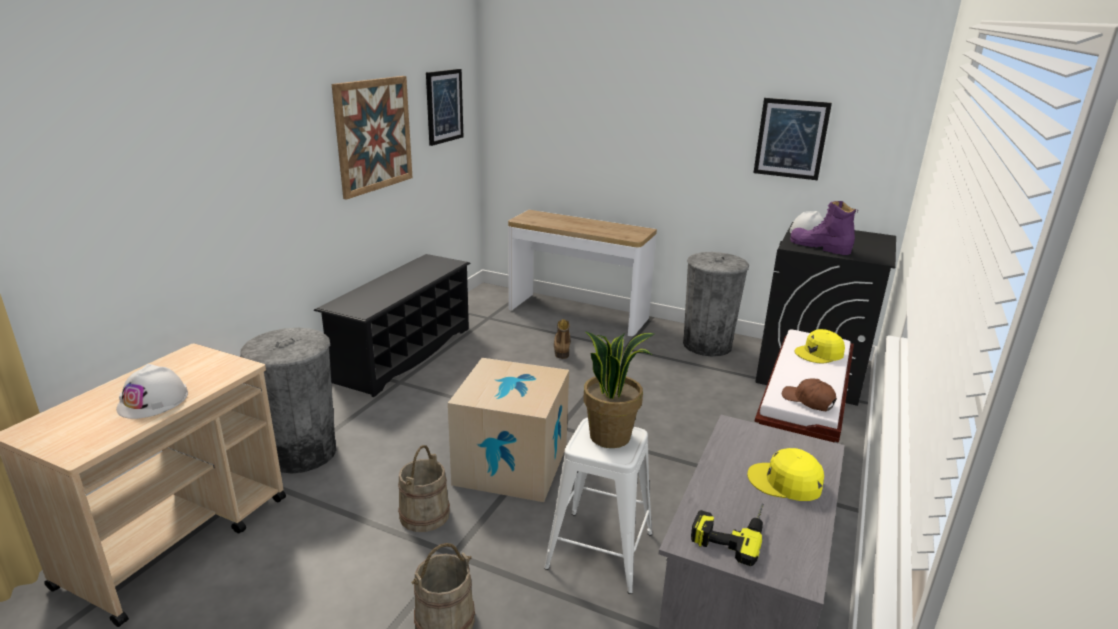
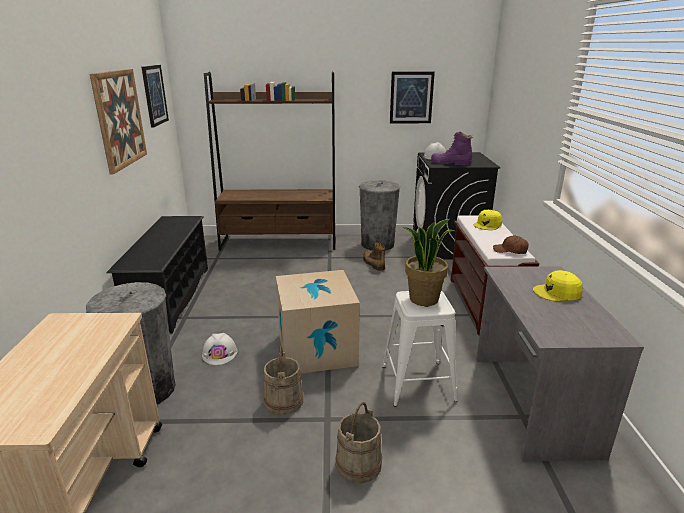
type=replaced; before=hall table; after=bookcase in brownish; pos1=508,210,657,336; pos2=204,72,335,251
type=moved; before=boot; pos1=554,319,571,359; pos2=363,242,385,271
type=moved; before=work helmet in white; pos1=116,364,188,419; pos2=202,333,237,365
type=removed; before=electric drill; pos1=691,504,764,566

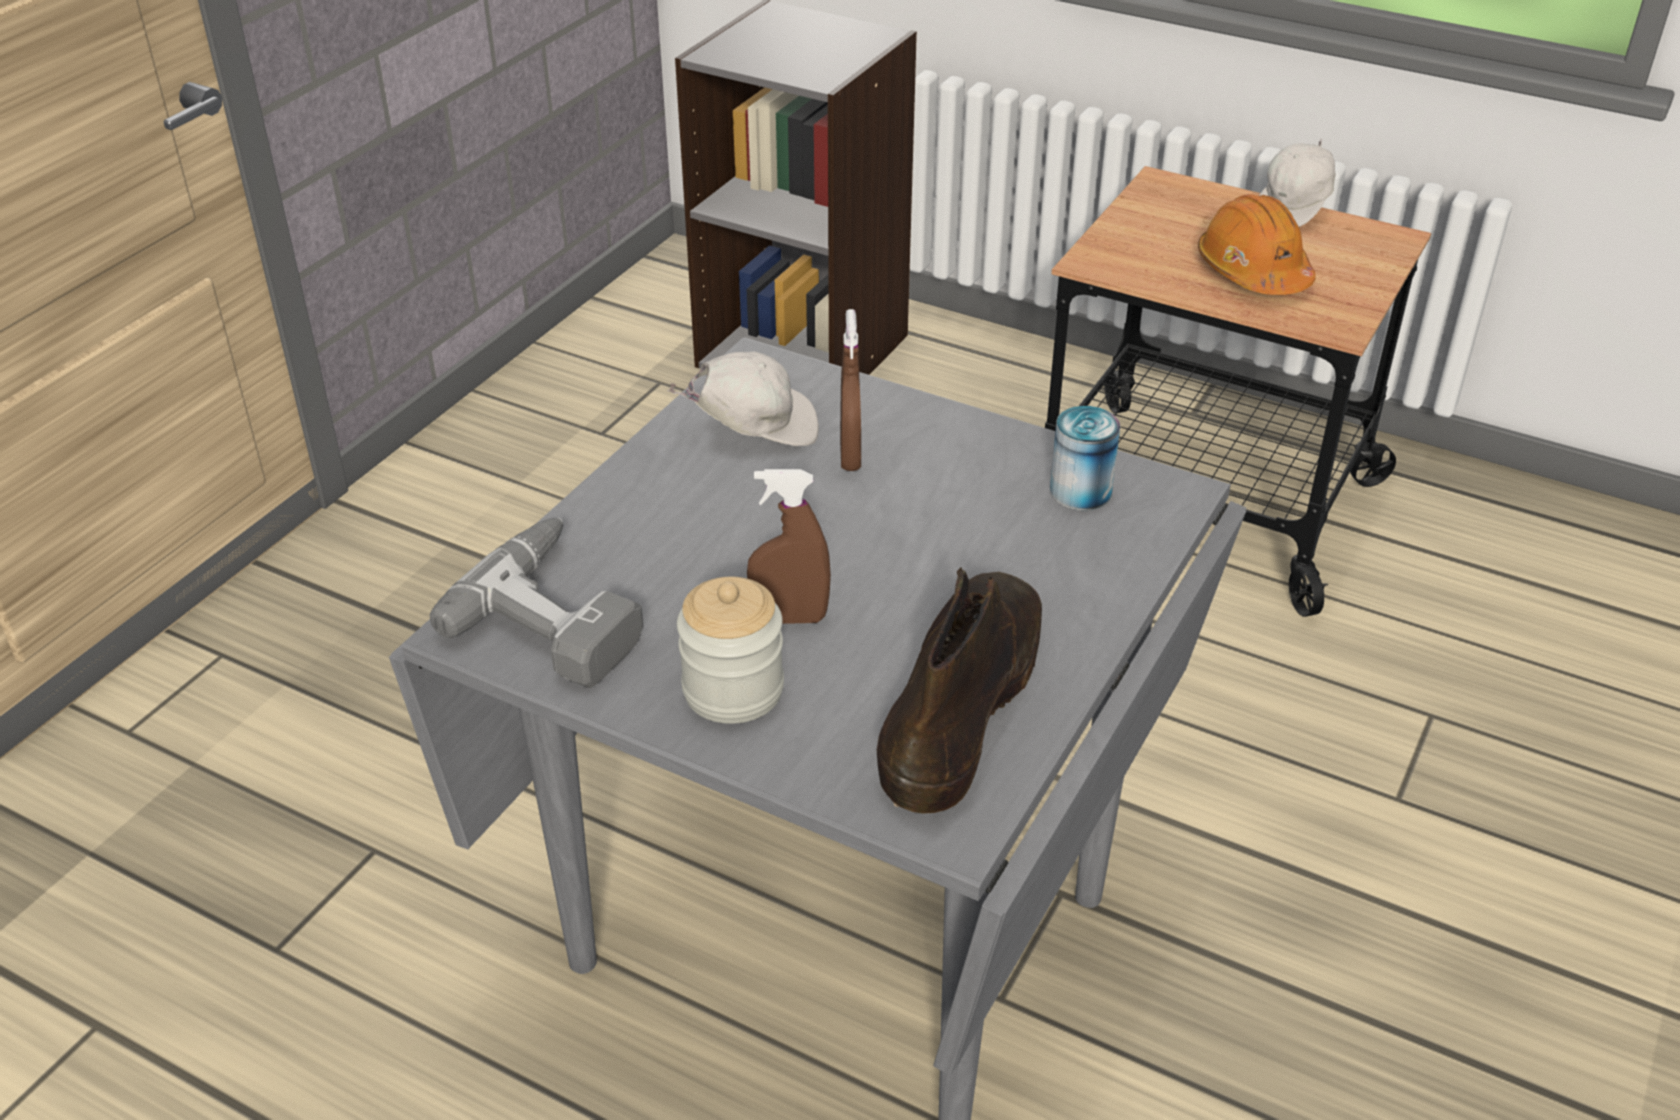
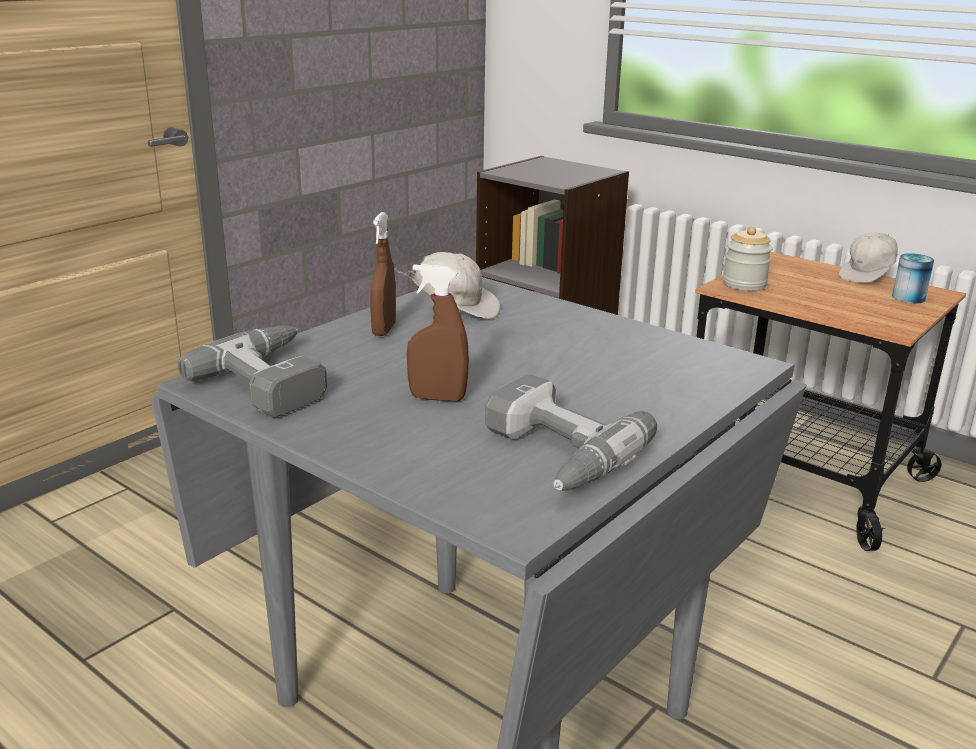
type=removed; before=work helmet in orangey; pos1=1198,194,1316,295
type=moved; before=hand sprayer in brownish; pos1=840,309,861,471; pos2=370,212,396,336
type=moved; before=can; pos1=1050,406,1120,510; pos2=892,253,934,303
type=replaced; before=boot in brownish; after=electric drill; pos1=877,567,1042,814; pos2=485,374,657,491
type=moved; before=preserve jar; pos1=677,577,784,724; pos2=723,226,773,291

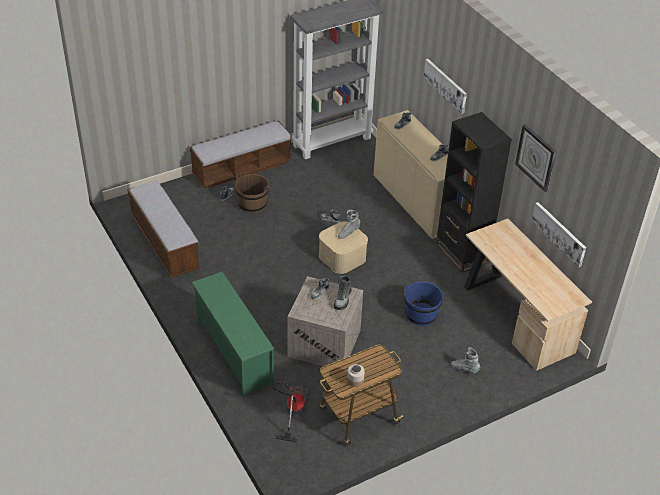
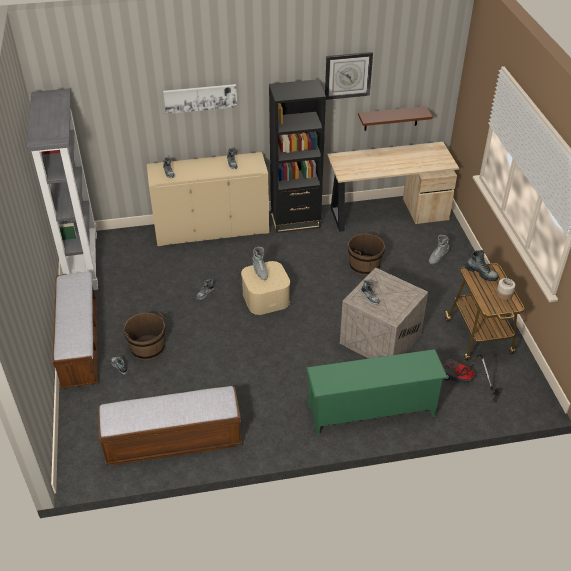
type=replaced; before=picture; after=wall shelf in brownish; pos1=532,202,586,267; pos2=358,106,433,131
type=moved; before=boot; pos1=334,275,352,310; pos2=464,250,499,281
type=recoloured; before=pail in bluish; after=pail in brownish; pos1=405,282,444,326; pos2=348,230,385,276

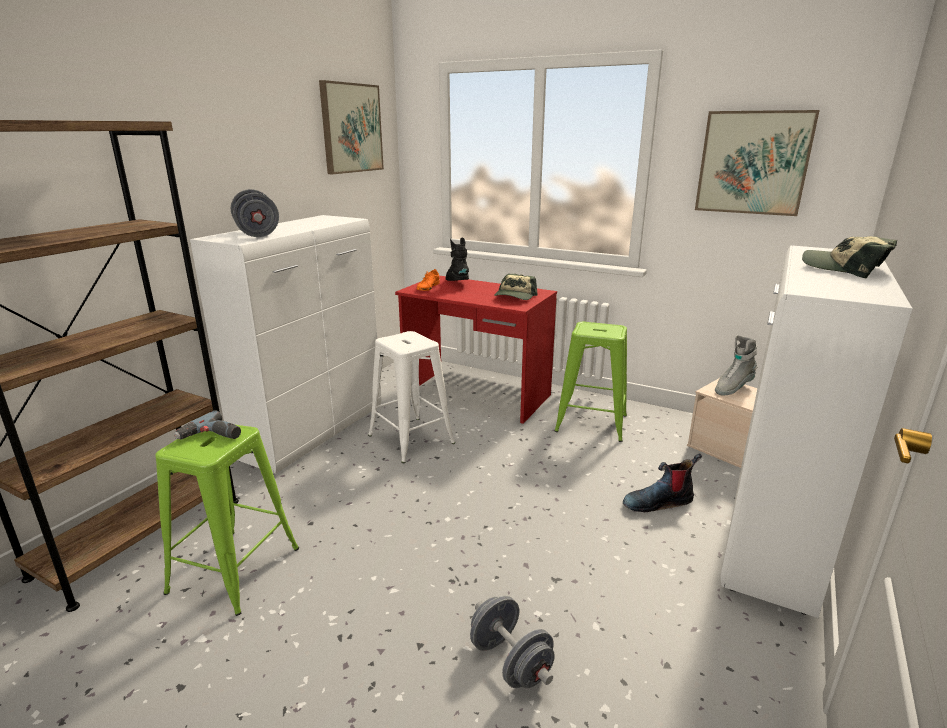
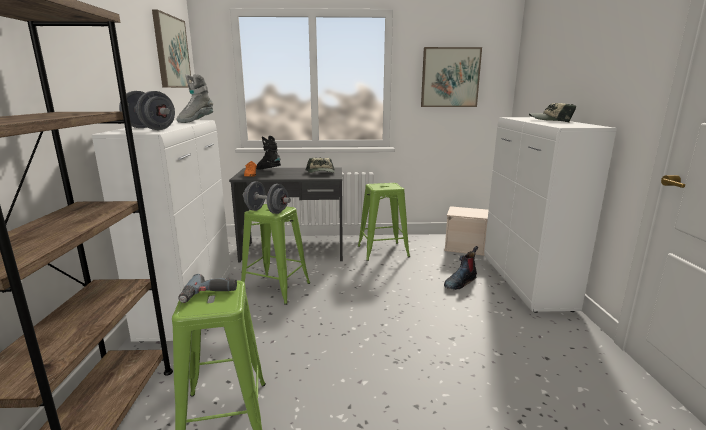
type=recoloured; before=desk in reddish; after=desk in greyish; pos1=395,276,557,424; pos2=229,167,343,263
type=recoloured; before=sitting stool in white; after=sitting stool in greenish; pos1=368,331,455,463; pos2=241,204,310,305
type=moved; before=boot in greyish; pos1=715,335,757,395; pos2=177,74,213,123
type=moved; before=dumbbell in greyish; pos1=470,596,555,688; pos2=243,181,291,214

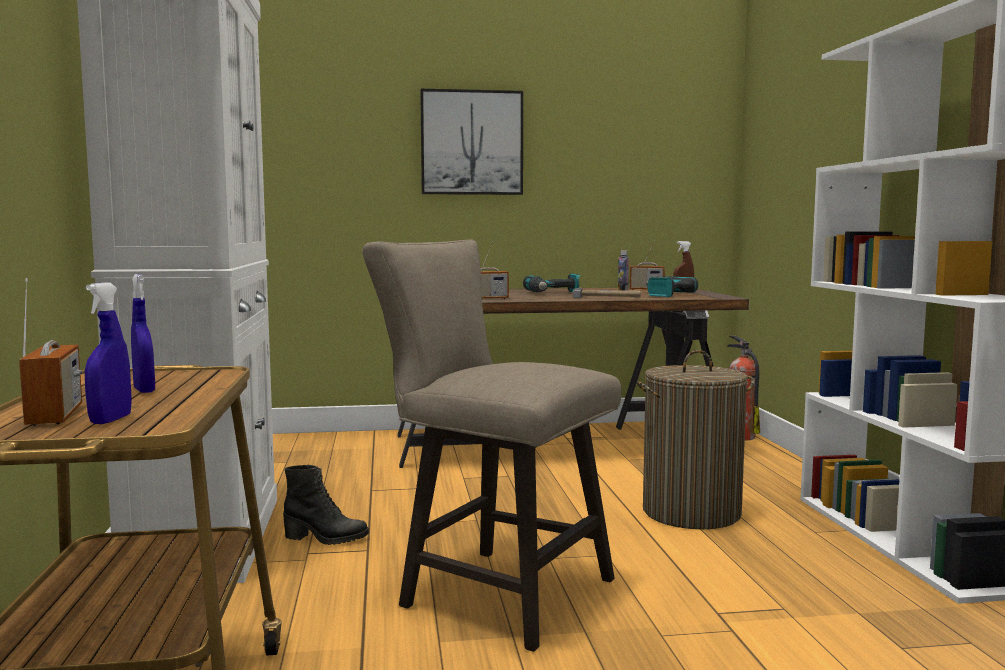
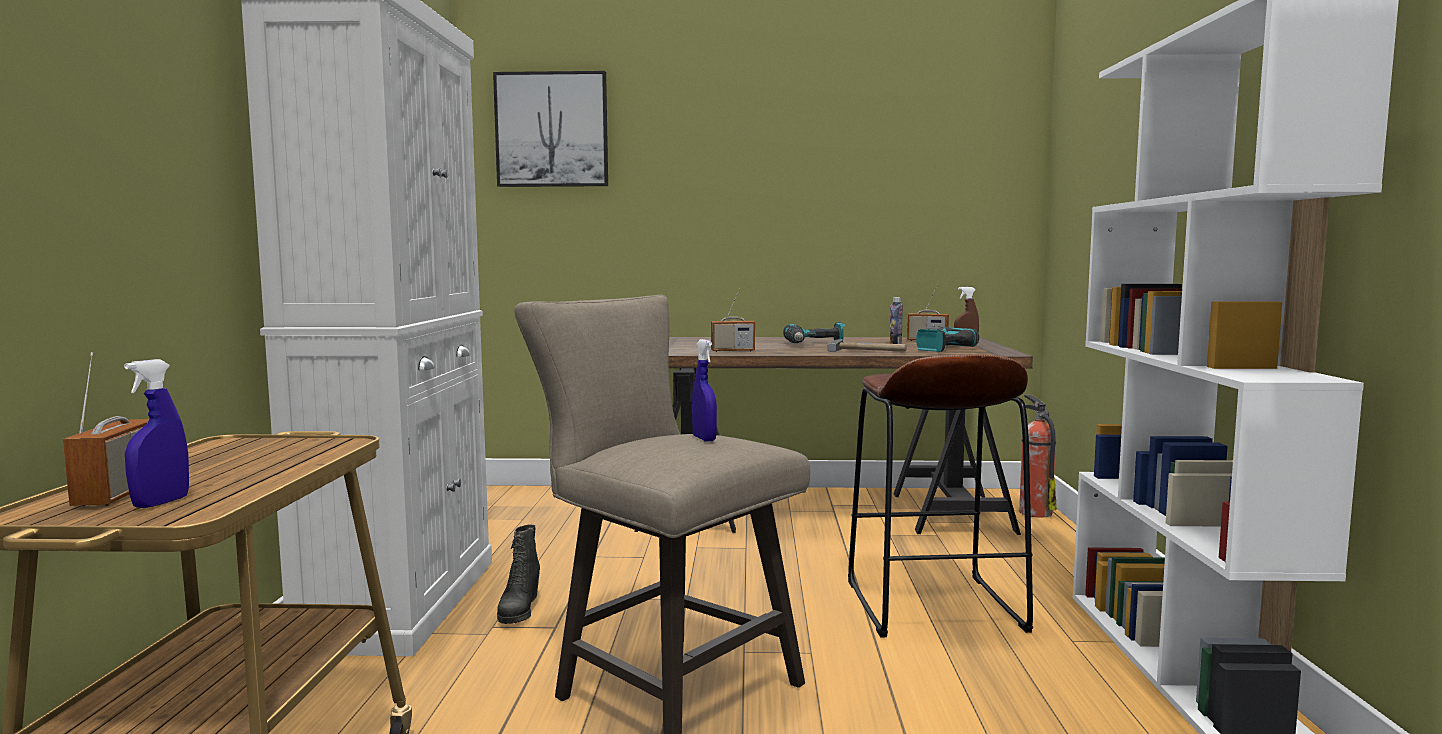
type=moved; before=picture; pos1=420,89,523,195; pos2=493,71,608,187
type=moved; before=hand sprayer in bluish; pos1=131,274,155,393; pos2=692,339,717,441
type=replaced; before=laundry basket; after=sitting stool in brownish; pos1=637,350,754,529; pos2=848,355,1033,638
type=turned; before=boot in black; pos1=283,465,369,545; pos2=497,525,540,624; turn=75

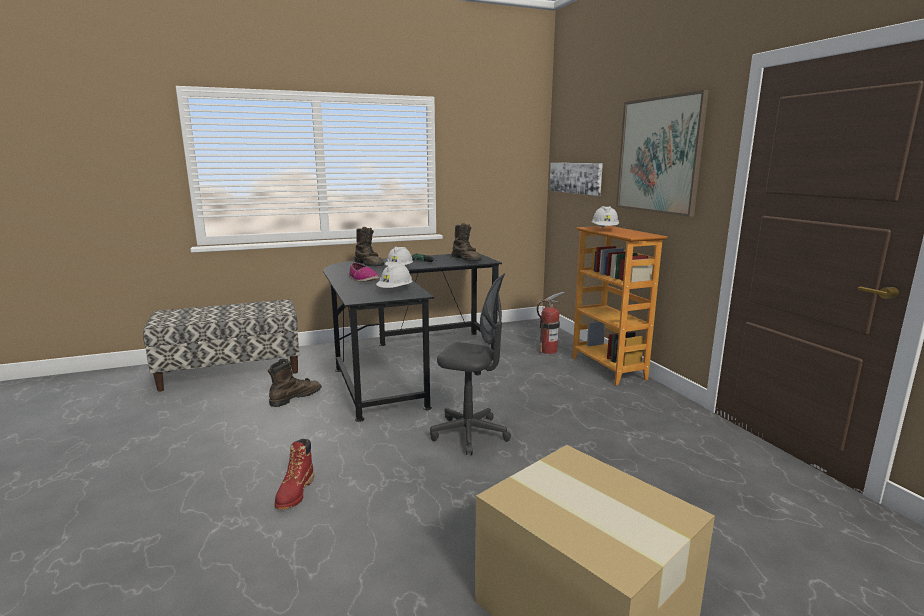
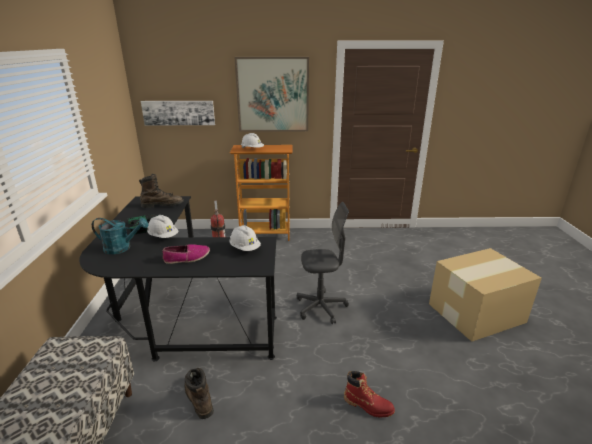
type=replaced; before=boot in brownish; after=watering pot in turquoise; pos1=354,227,384,266; pos2=92,218,148,254
type=turned; before=office chair in greyish; pos1=430,273,511,455; pos2=297,202,349,324; turn=45

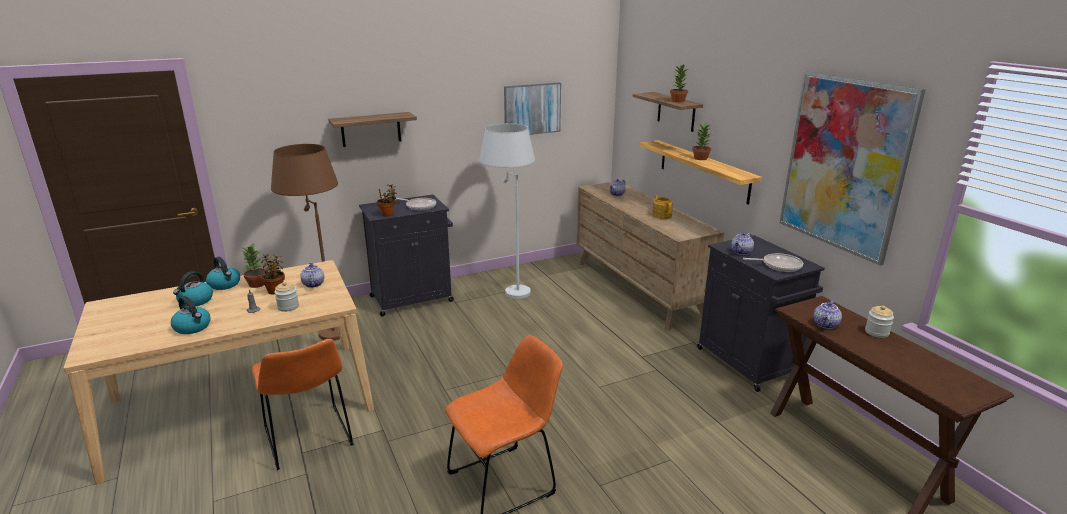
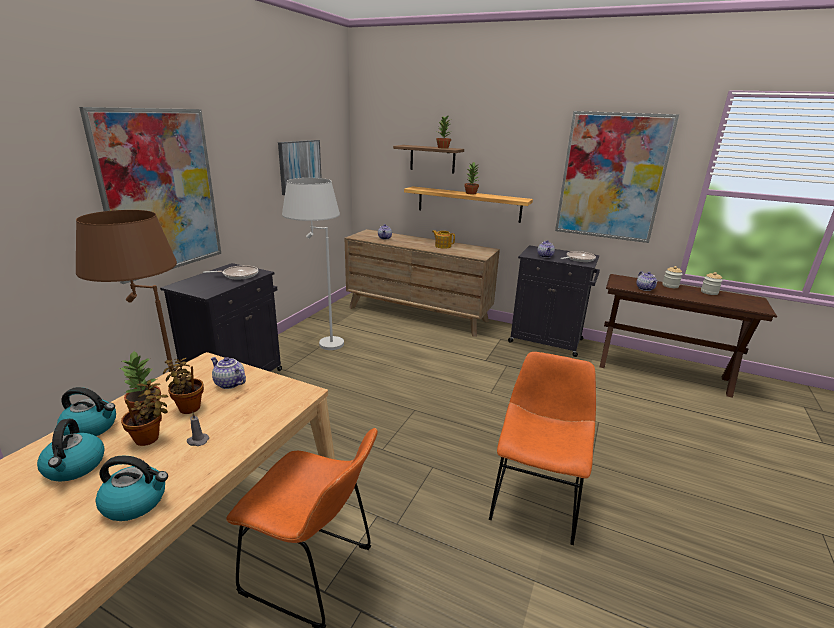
type=replaced; before=wall shelf; after=picture; pos1=328,112,417,147; pos2=79,107,221,284
type=moved; before=plant in a pot; pos1=377,184,397,217; pos2=121,380,169,446
type=moved; before=preserve jar; pos1=274,282,299,312; pos2=701,272,723,295

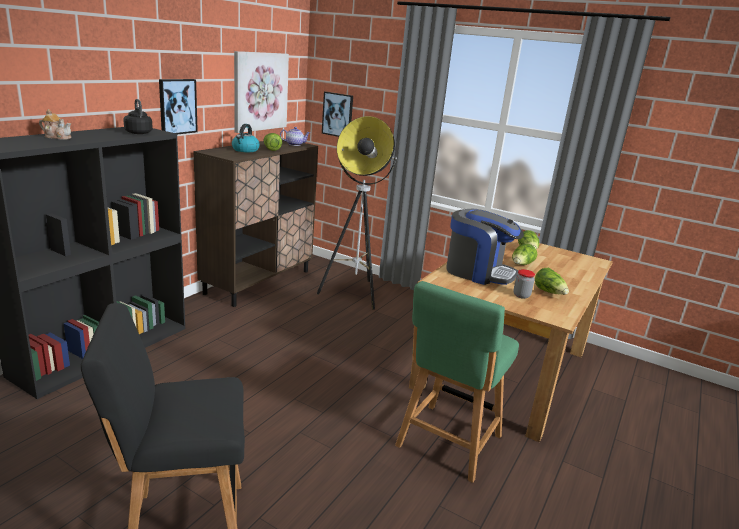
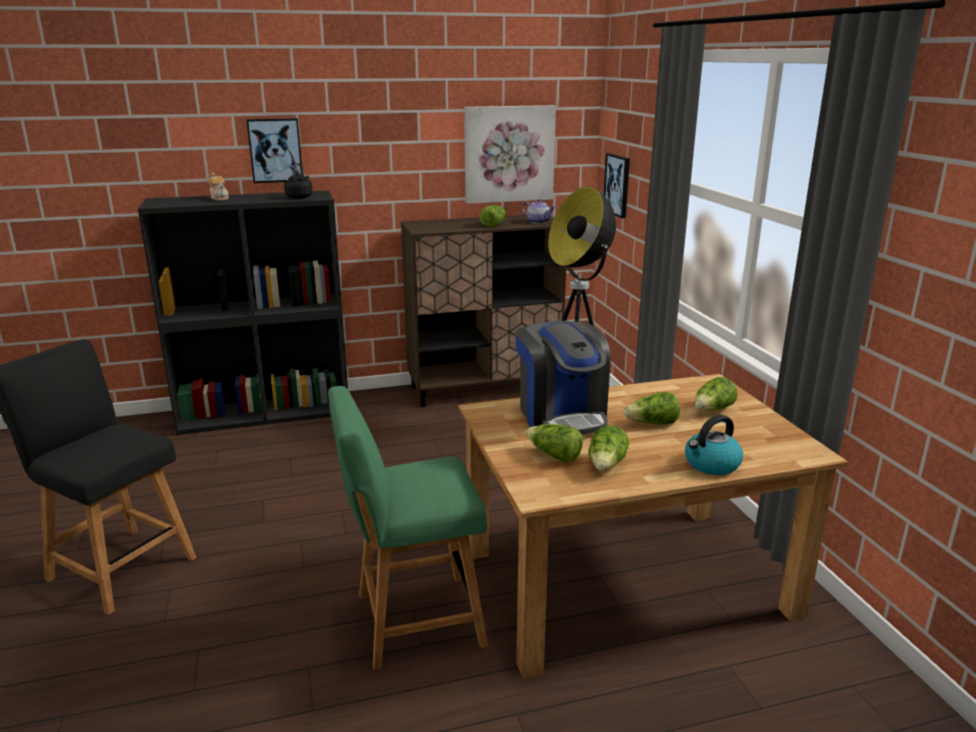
type=moved; before=picture; pos1=159,79,198,135; pos2=247,118,302,183
type=moved; before=water kettle; pos1=232,124,260,152; pos2=685,415,743,475
type=replaced; before=preserve jar; after=lettuce; pos1=513,269,535,299; pos2=525,424,583,463

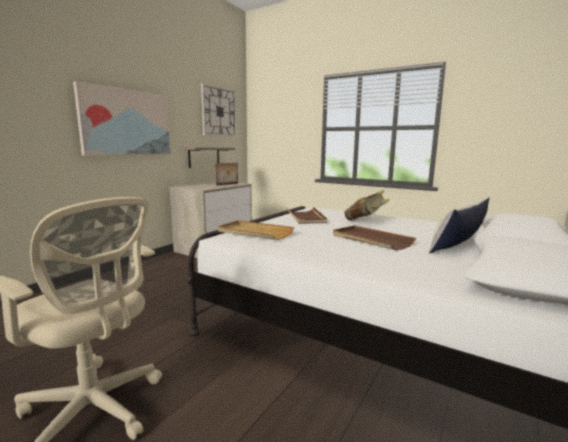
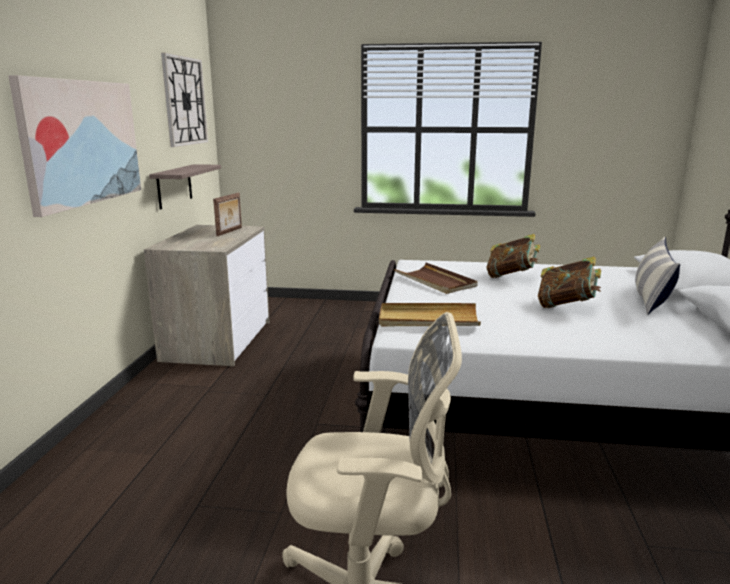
type=replaced; before=tray in brownish; after=bound book; pos1=333,225,416,251; pos2=538,256,601,308

